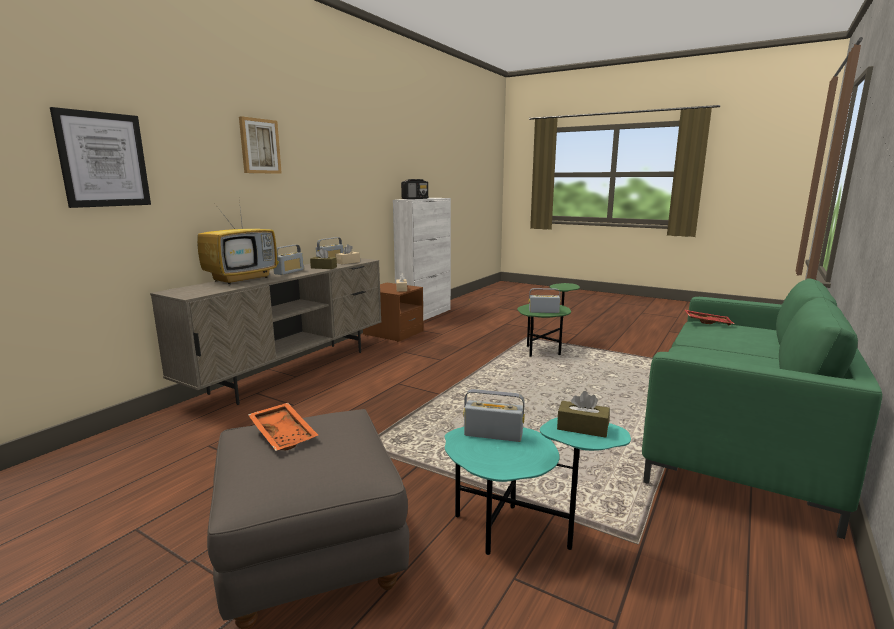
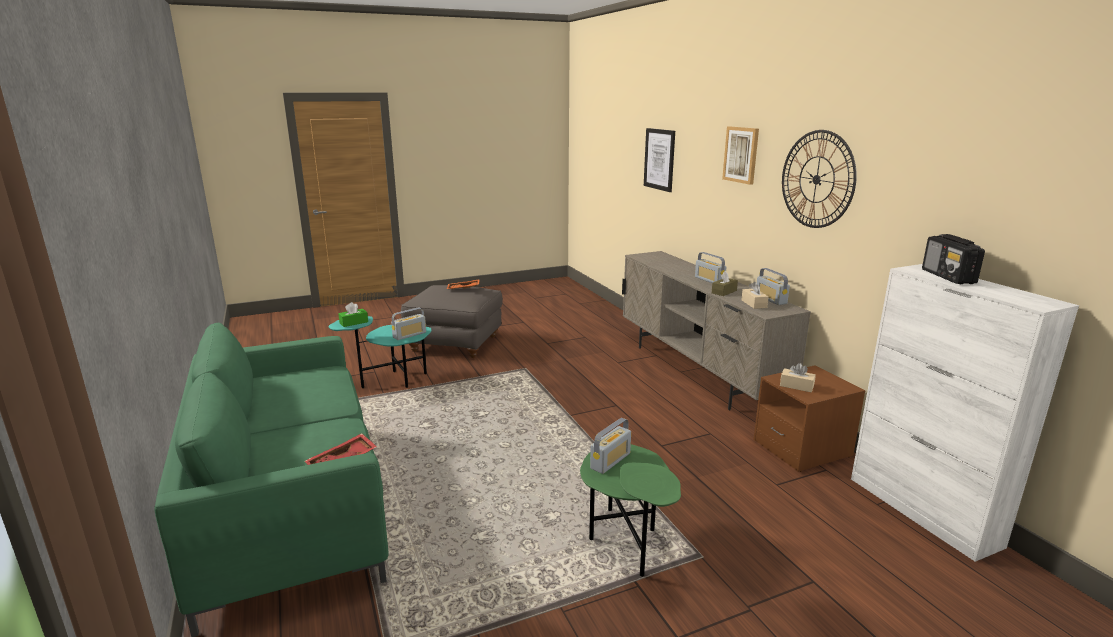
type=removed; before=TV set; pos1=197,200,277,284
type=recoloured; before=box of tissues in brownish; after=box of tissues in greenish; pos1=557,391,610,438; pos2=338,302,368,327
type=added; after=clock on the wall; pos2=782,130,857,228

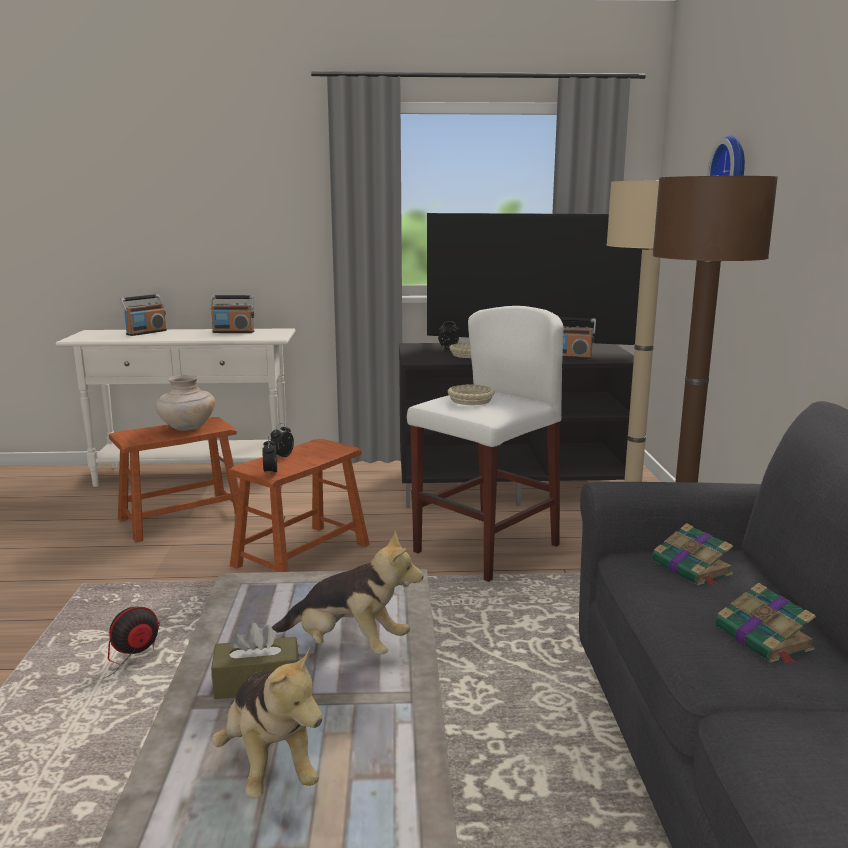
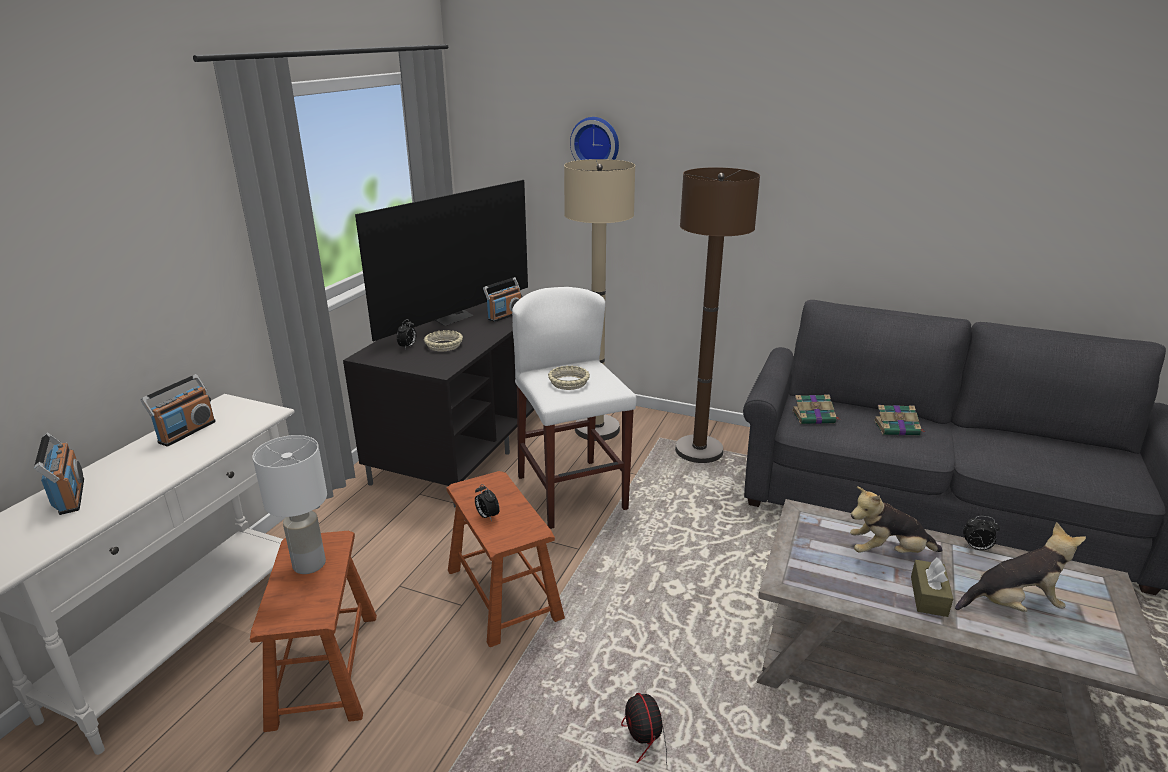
type=replaced; before=vase in beige-coloured; after=lamp for a table in white; pos1=156,375,215,431; pos2=252,435,327,574
type=moved; before=table clock; pos1=263,437,277,476; pos2=963,516,1000,551
type=turned; before=soft toy; pos1=272,531,423,655; pos2=850,486,943,553; turn=-135

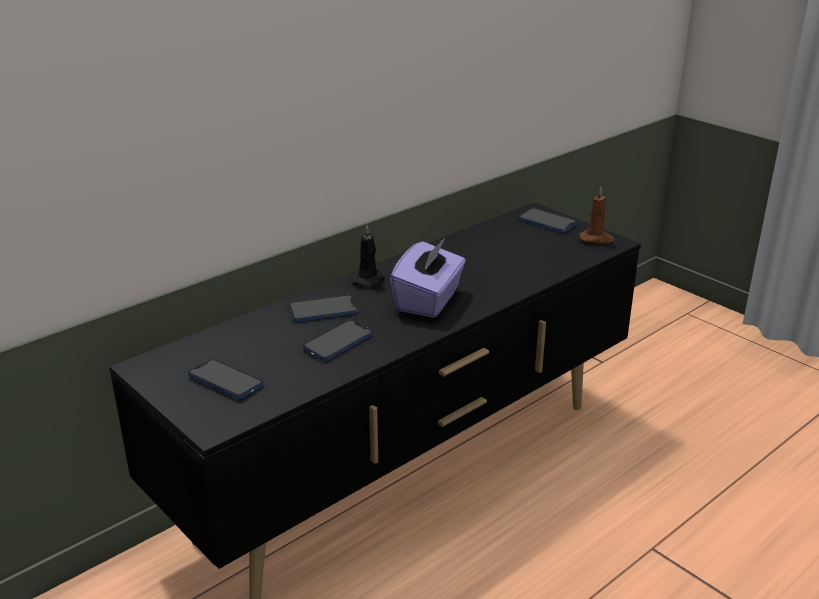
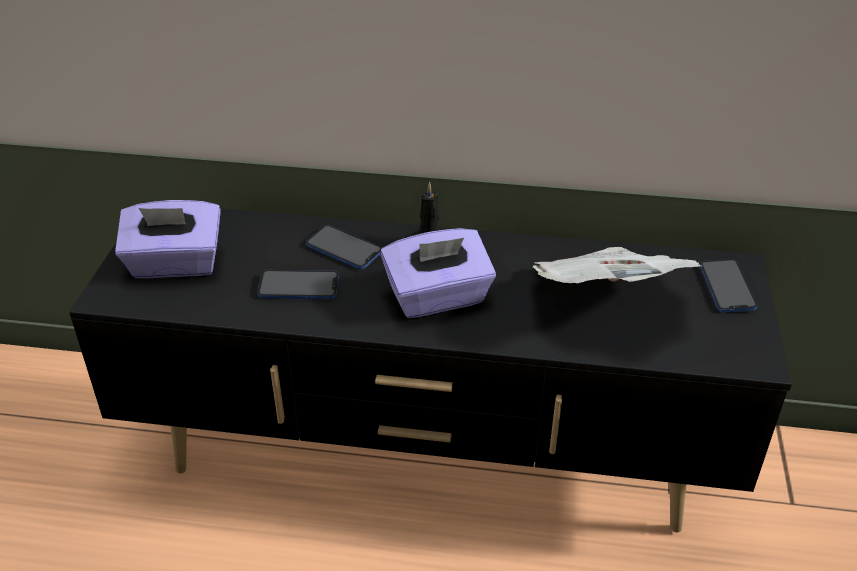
type=removed; before=wax candle in brownish; pos1=580,187,615,244
type=replaced; before=handset; after=box of tissues in purplish; pos1=188,359,263,398; pos2=115,200,221,279
type=added; after=daily paper; pos2=533,247,701,283

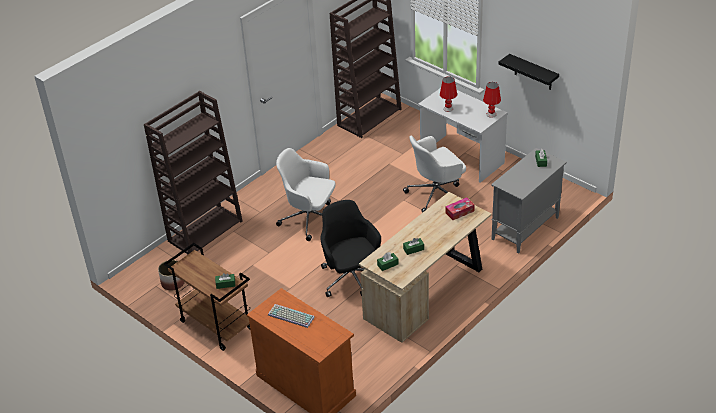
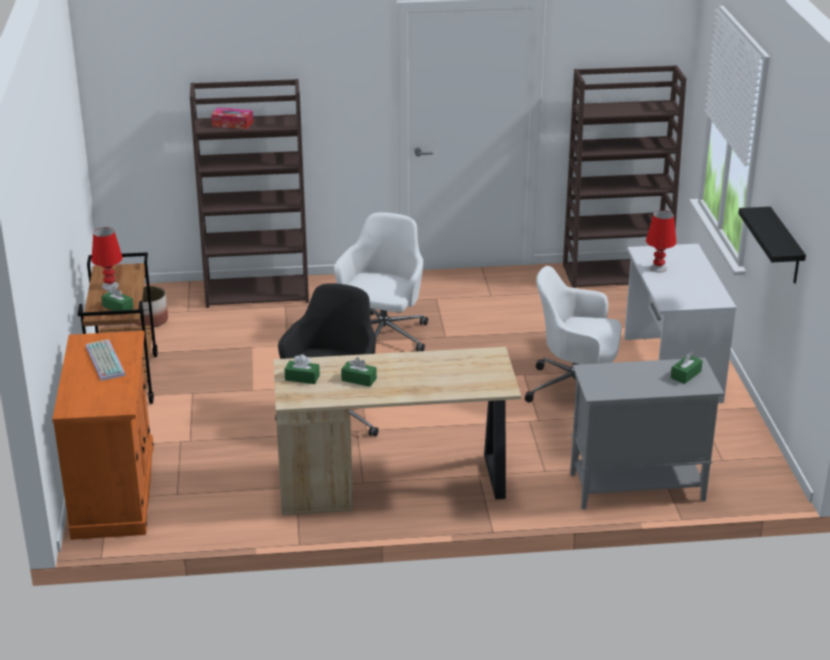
type=moved; before=lamp for a table in reddish; pos1=483,82,501,118; pos2=91,227,123,290
type=turned; before=office chair in white; pos1=276,148,335,241; pos2=334,212,428,351; turn=45
type=moved; before=box of tissues; pos1=445,198,475,220; pos2=211,108,253,129

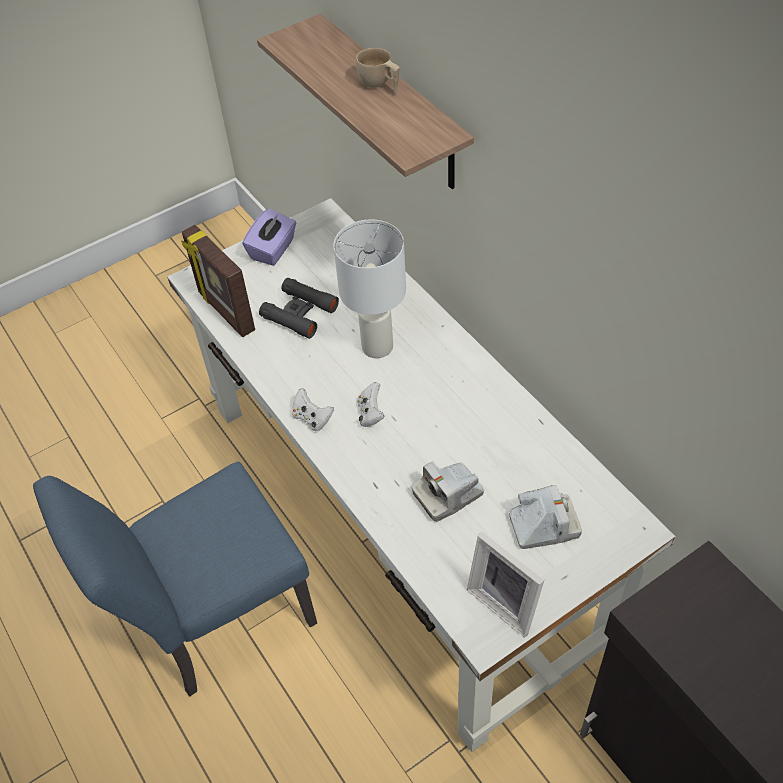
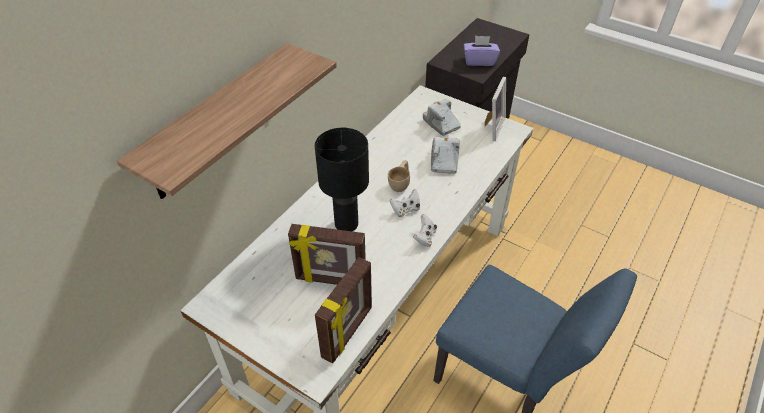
type=moved; before=small cup in beige-coloured; pos1=356,48,399,94; pos2=388,160,410,192
type=moved; before=box of tissues in purplish; pos1=242,209,296,266; pos2=464,36,500,66
type=recoloured; before=lamp for a table in white; after=lamp for a table in black; pos1=333,219,406,358; pos2=315,128,369,231
type=replaced; before=field glasses in black; after=picture frame; pos1=259,278,339,339; pos2=288,224,366,285
type=turned; before=still camera; pos1=412,461,484,522; pos2=431,137,460,174; turn=-120

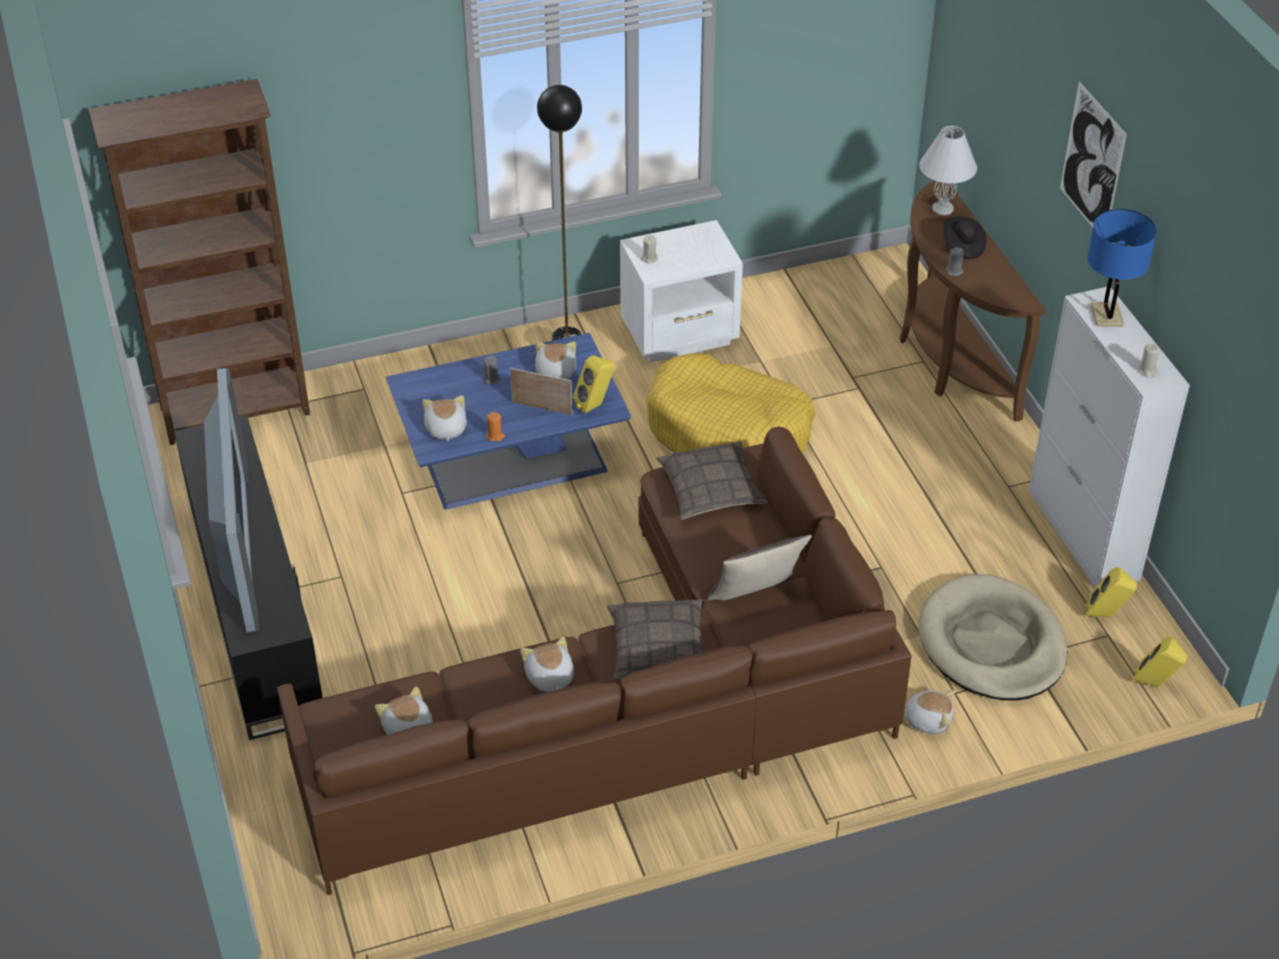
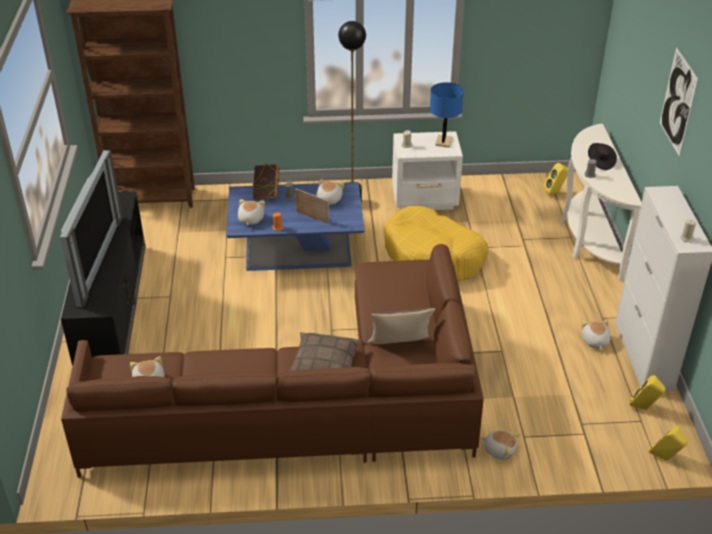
type=removed; before=lamp for a table in white; pos1=919,126,977,215
type=recoloured; before=hall table in brownish; after=hall table in white; pos1=900,181,1046,422; pos2=560,124,642,281
type=moved; before=lamp for a table in bluish; pos1=1087,209,1157,327; pos2=430,82,464,147
type=moved; before=speaker in yellow-coloured; pos1=573,355,614,414; pos2=543,163,568,195
type=removed; before=throw pillow; pos1=656,441,768,520
type=removed; before=pet bed in beige-coloured; pos1=918,574,1067,701
type=moved; before=soft toy; pos1=520,637,574,692; pos2=581,320,611,350
type=added; after=bound book; pos2=252,163,279,200

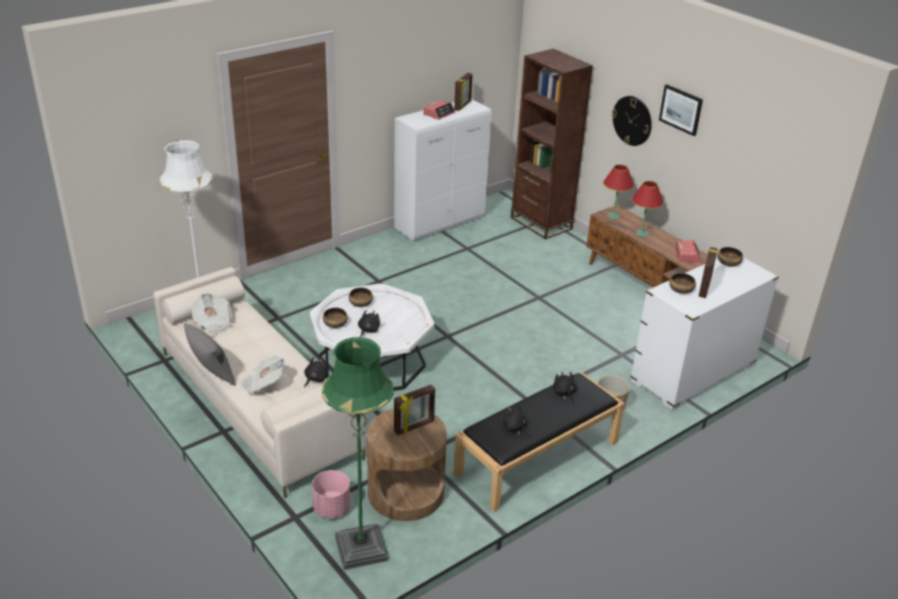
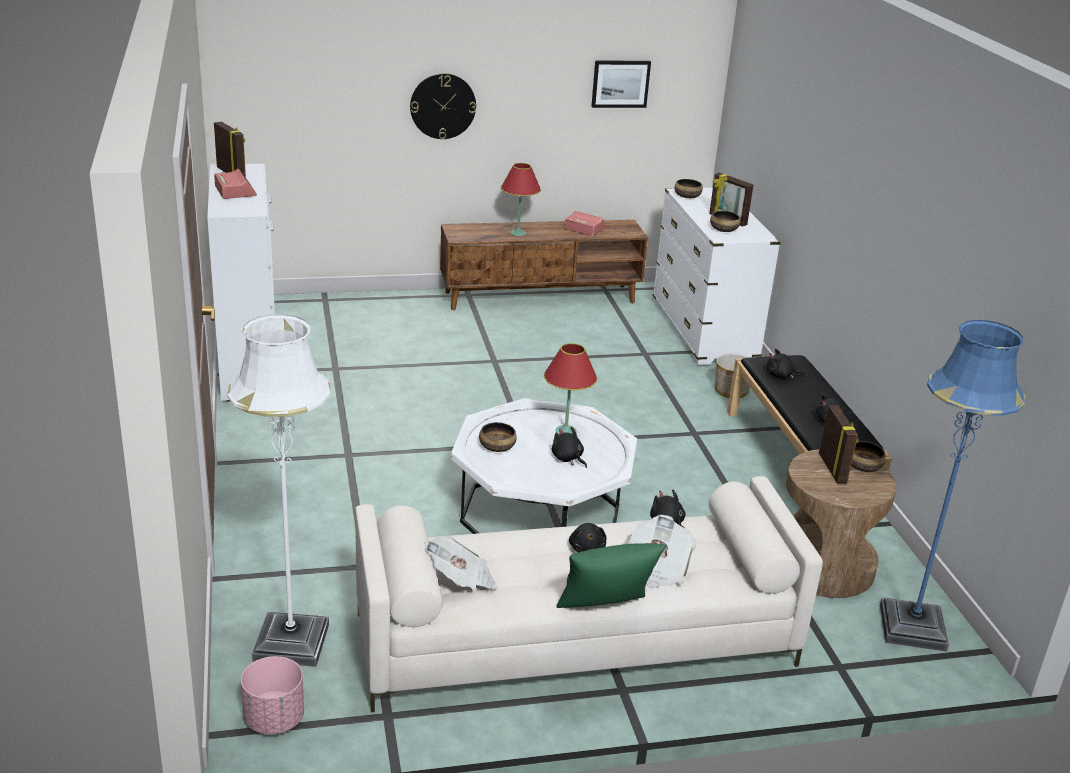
type=removed; before=bookcase in brownish; pos1=511,49,593,239
type=moved; before=picture; pos1=659,84,703,136; pos2=591,60,651,108
type=moved; before=lamp for a table in reddish; pos1=603,164,634,219; pos2=544,343,597,434
type=moved; before=bowl; pos1=323,308,348,328; pos2=851,441,886,472
type=recoloured; before=throw pillow in greyish; after=throw pillow in greenish; pos1=184,324,236,386; pos2=556,543,666,608
type=recoloured; before=floor lamp in greenish; after=floor lamp in bluish; pos1=322,337,394,570; pos2=880,320,1025,652
type=moved; before=plant pot in pink-coloured; pos1=312,470,350,518; pos2=241,656,304,734
type=added; after=soft toy in black; pos2=569,523,607,552

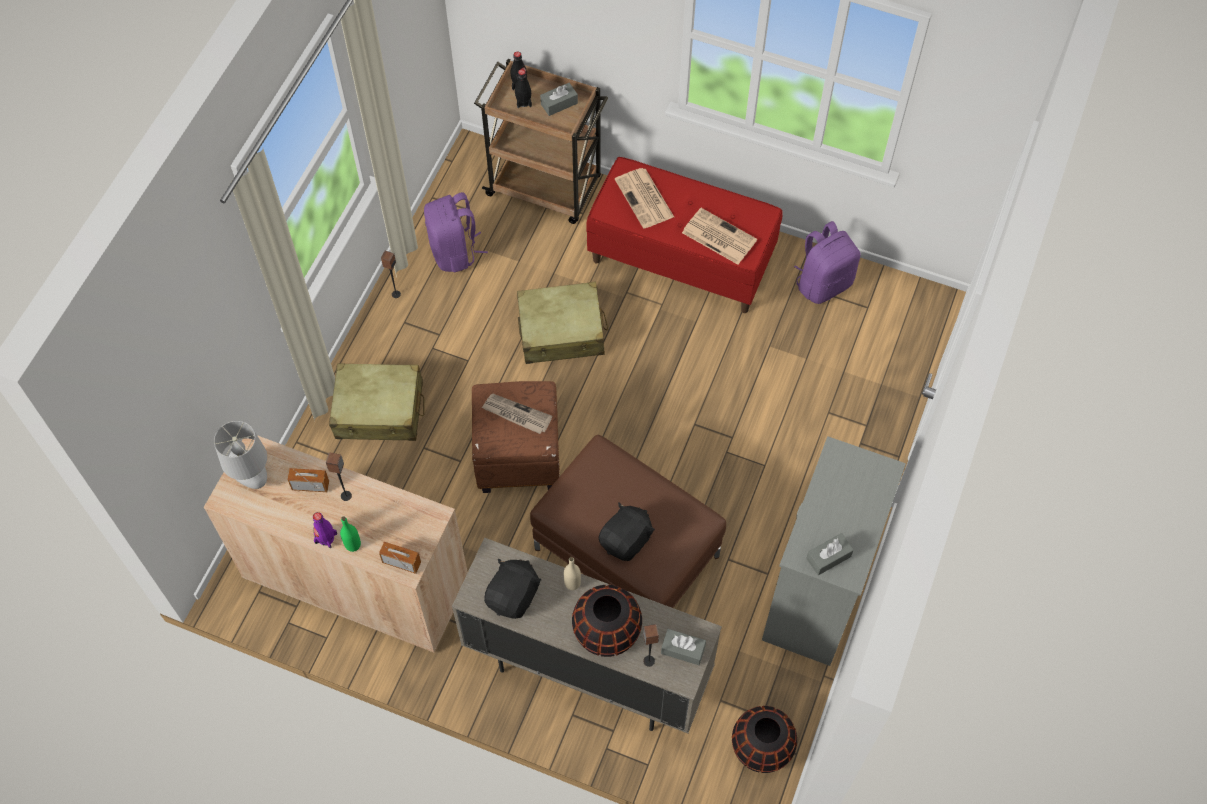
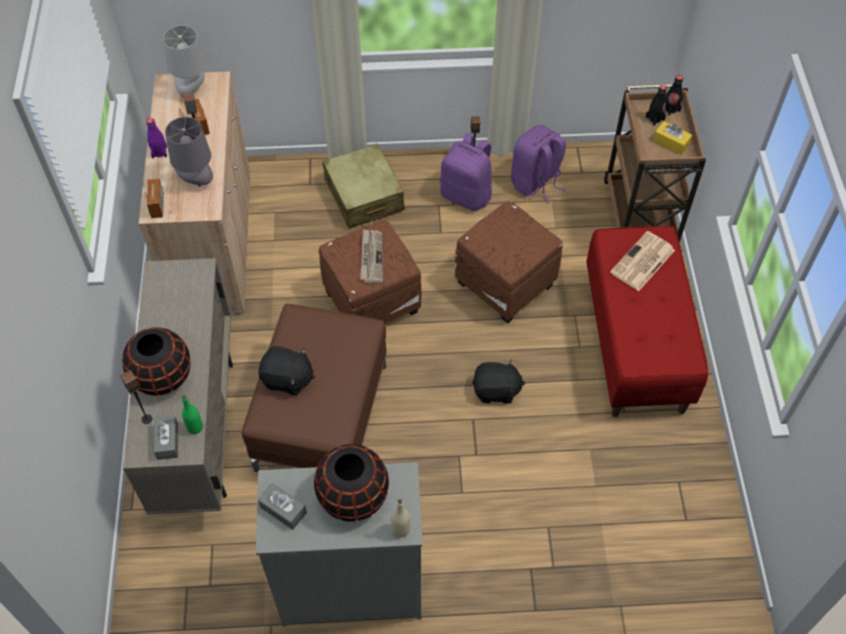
type=recoloured; before=box of tissues in greyish; after=box of tissues in yellow-coloured; pos1=540,83,578,116; pos2=653,121,692,155
type=removed; before=daily paper; pos1=682,208,757,265
type=moved; before=rucksack in purplish; pos1=794,221,861,304; pos2=440,133,492,211
type=replaced; before=suitcase in beige-coloured; after=ottoman in brownish; pos1=517,281,608,364; pos2=455,201,563,324
type=moved; before=bottle in greenish; pos1=340,517,361,552; pos2=182,395,203,434
type=moved; before=bottle in beige-coloured; pos1=564,557,581,590; pos2=391,499,410,538
type=moved; before=soft toy in black; pos1=484,559,541,619; pos2=472,359,525,404
type=moved; before=vase in black; pos1=732,706,797,773; pos2=314,444,389,522
type=added; after=lamp for a table in greyish; pos2=165,117,213,187

